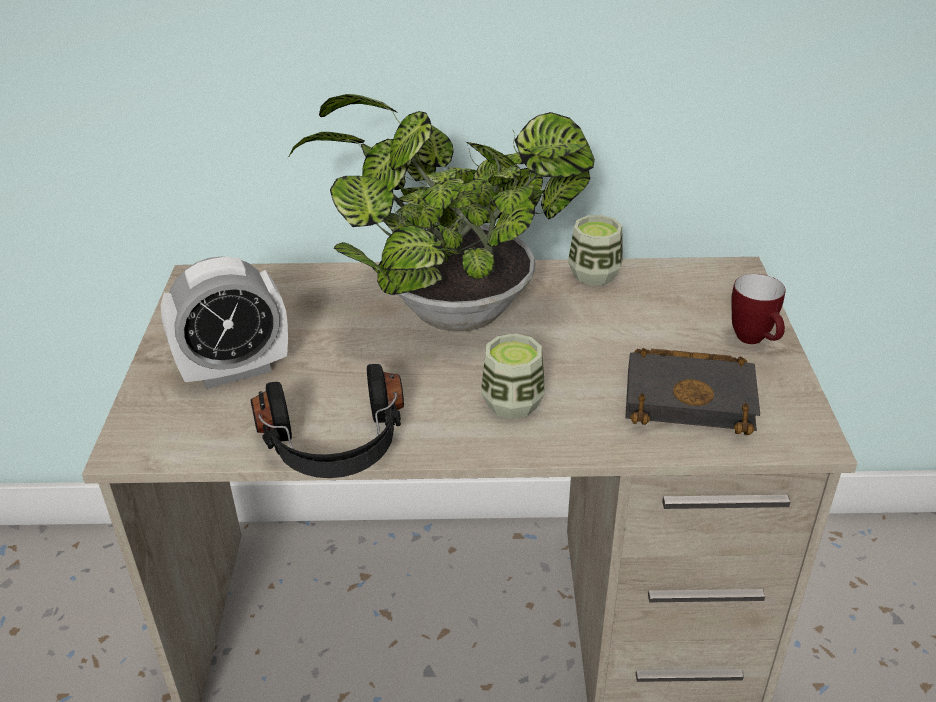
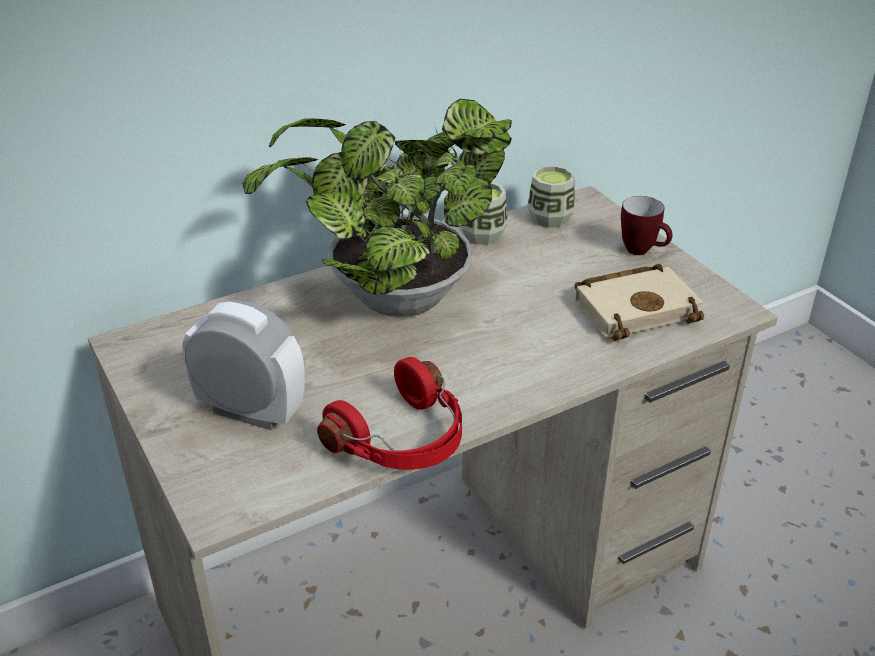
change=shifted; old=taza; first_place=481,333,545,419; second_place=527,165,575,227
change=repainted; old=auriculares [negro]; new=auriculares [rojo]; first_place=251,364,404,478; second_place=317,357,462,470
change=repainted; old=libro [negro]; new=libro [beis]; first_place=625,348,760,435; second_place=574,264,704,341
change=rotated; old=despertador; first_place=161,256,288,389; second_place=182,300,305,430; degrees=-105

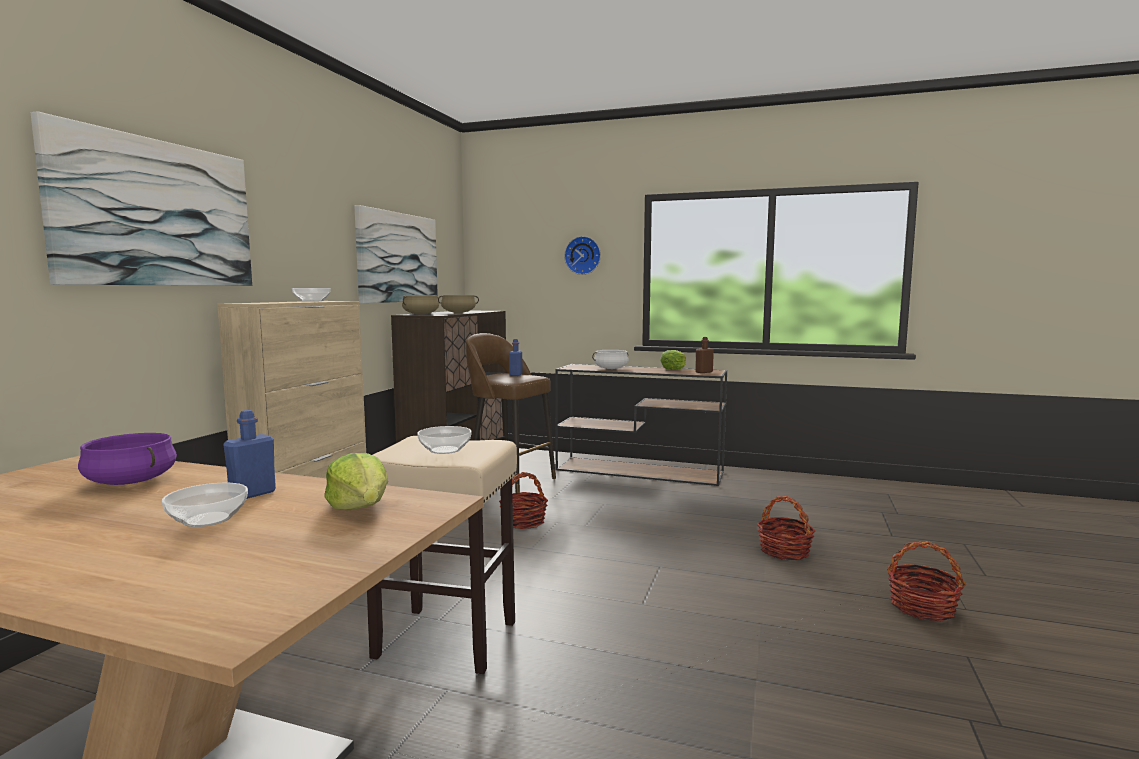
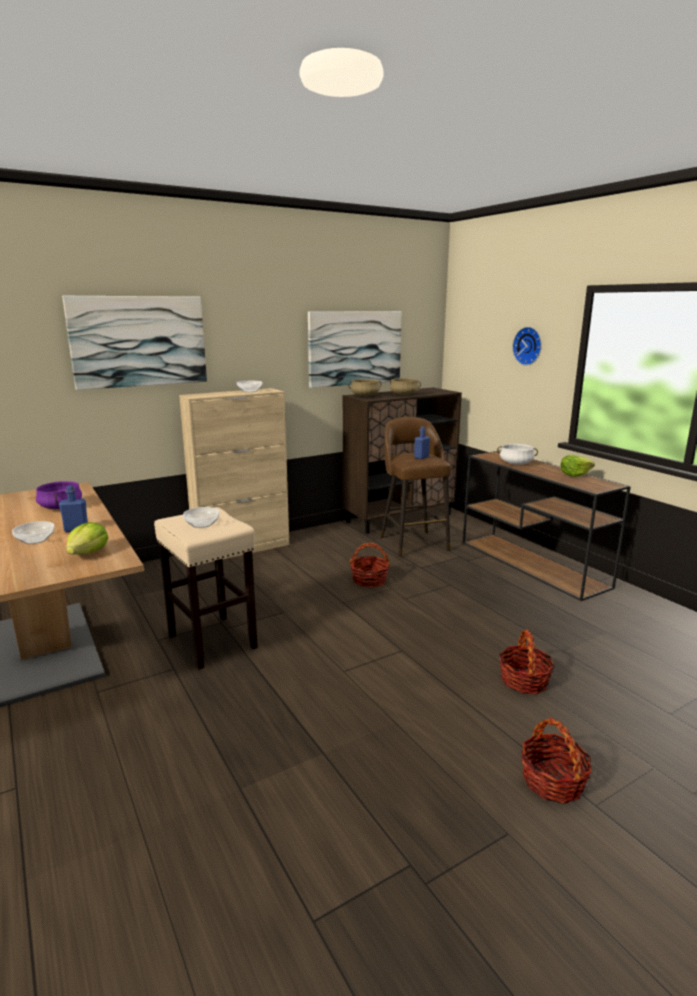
change=gone; old=botella [marrón]; first_place=695,337,714,373

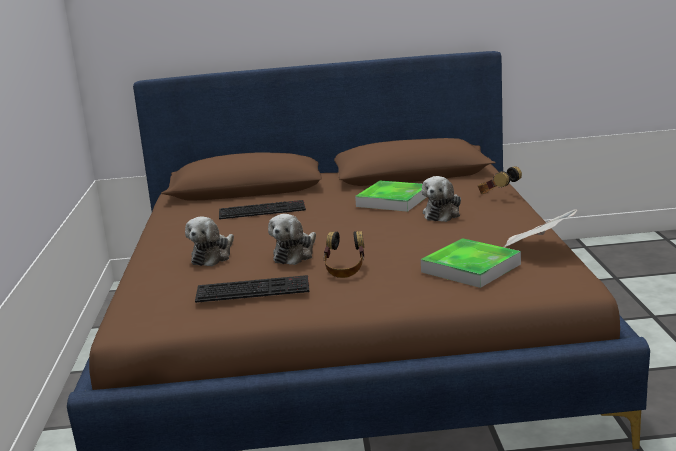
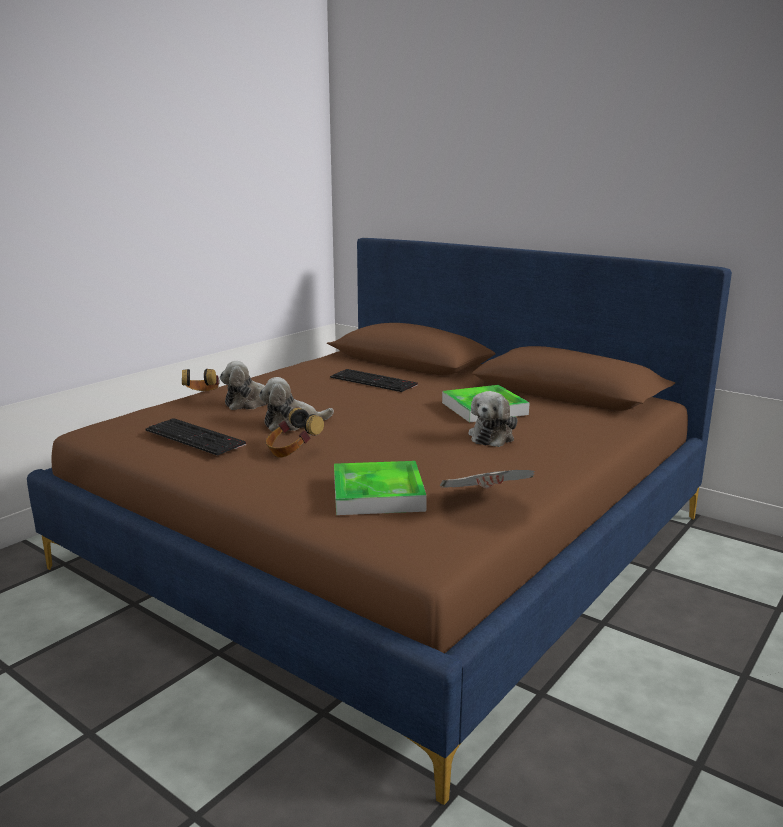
change=shifted; old=auriculares; first_place=478,166,522,194; second_place=182,369,220,391
change=rotated; old=peluche; first_place=422,176,461,222; second_place=468,391,518,447; degrees=-45

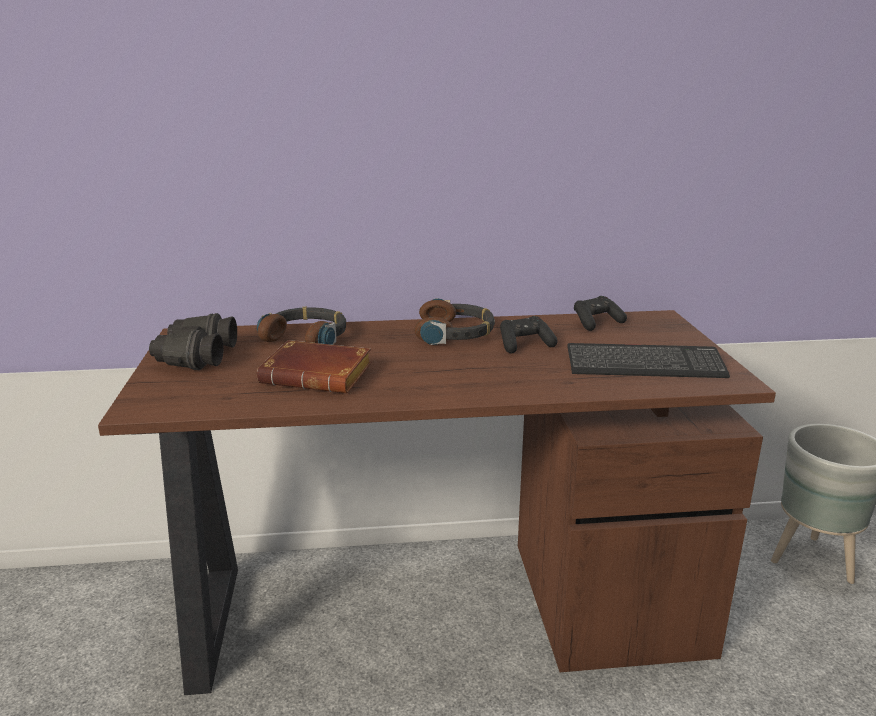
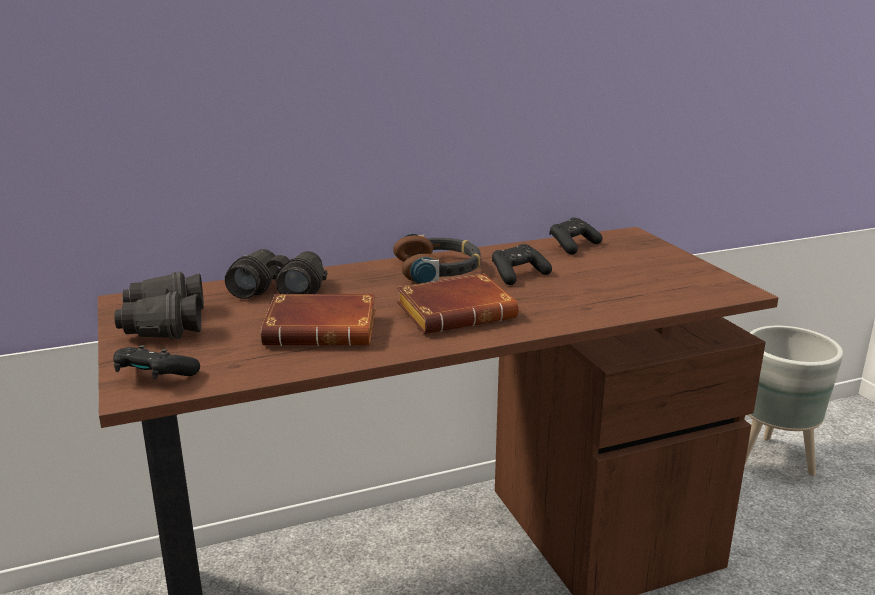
change=gone; old=teclado; first_place=567,343,730,378
change=new; new=mando de consola [negro]; second_place=113,345,200,379
change=new; new=libro [marrón]; second_place=397,274,518,334
change=swapped; old=auriculares; new=prismáticos [negro]; first_place=257,307,346,345; second_place=225,249,327,299

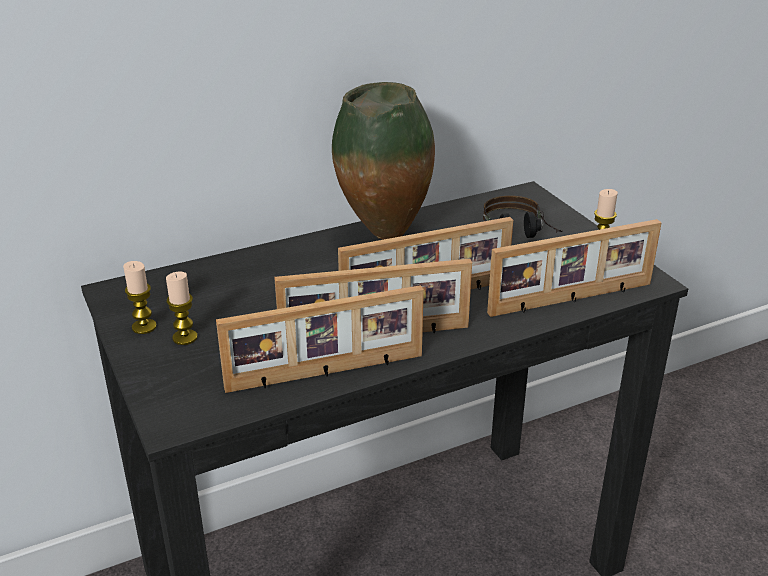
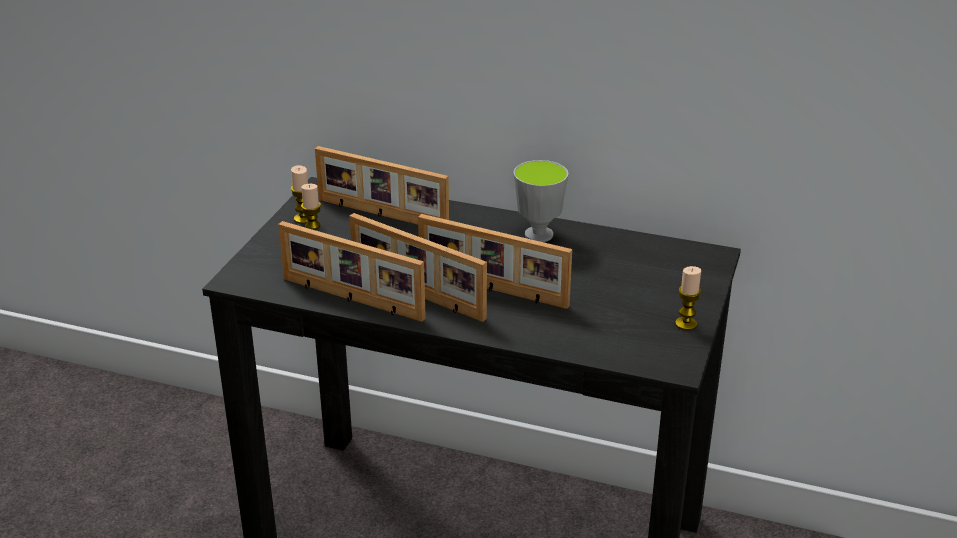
change=gone; old=auriculares; first_place=483,196,563,238
change=shifted; old=portarretratos; first_place=487,219,661,317; second_place=315,146,449,225
change=swapped; old=florero; new=taza; first_place=332,82,435,240; second_place=514,160,568,242

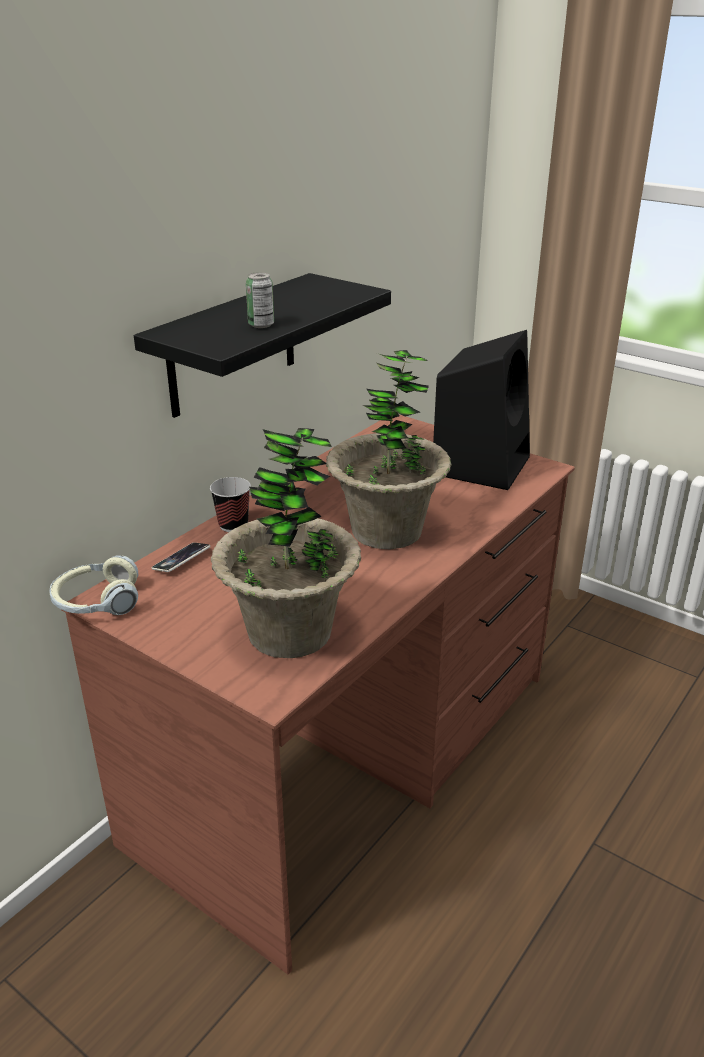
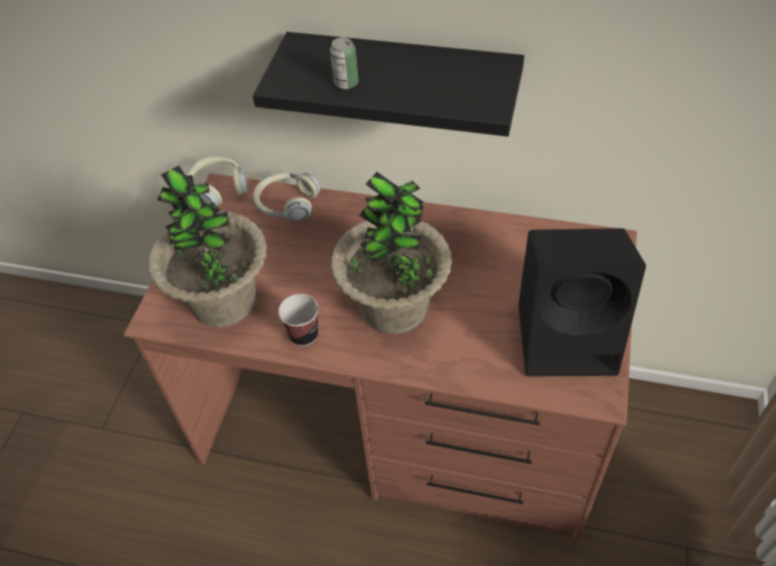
change=shifted; old=taza; first_place=210,477,251,532; second_place=278,294,318,346
change=swapped; old=móvil; new=auriculares; first_place=152,542,211,572; second_place=253,173,320,222

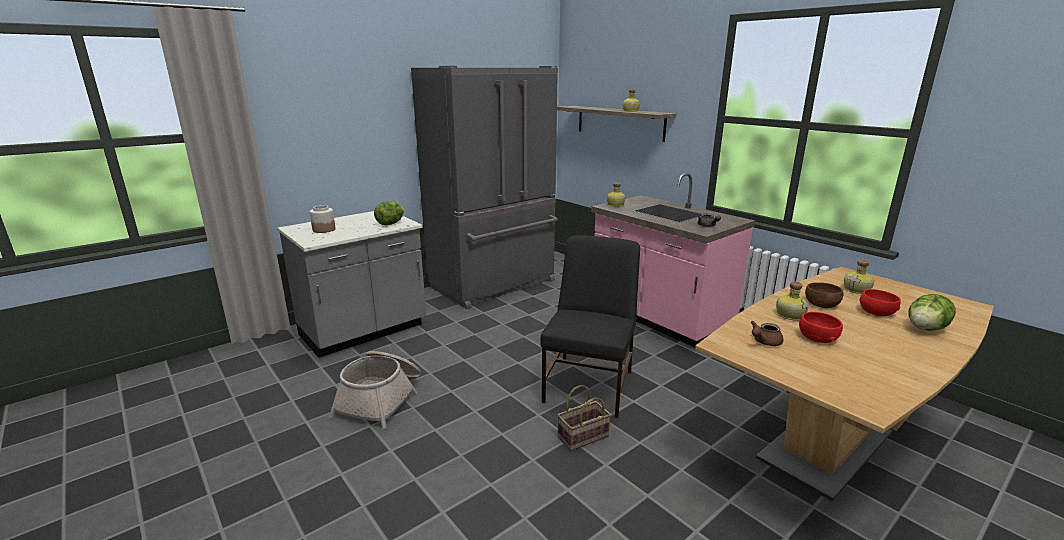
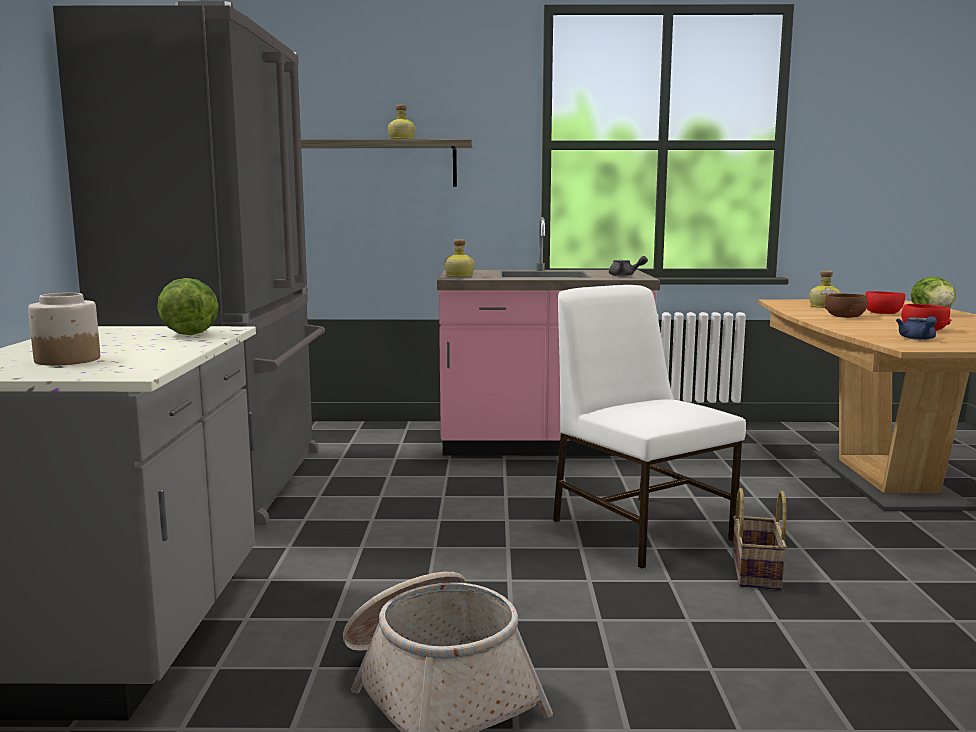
change=gone; old=botella; first_place=776,282,809,320
change=repainted; old=silla [negro]; new=silla [blanco]; first_place=540,235,640,418; second_place=553,285,746,569
change=repainted; old=tetera [marrón]; new=tetera [azul]; first_place=751,321,783,346; second_place=896,316,937,340

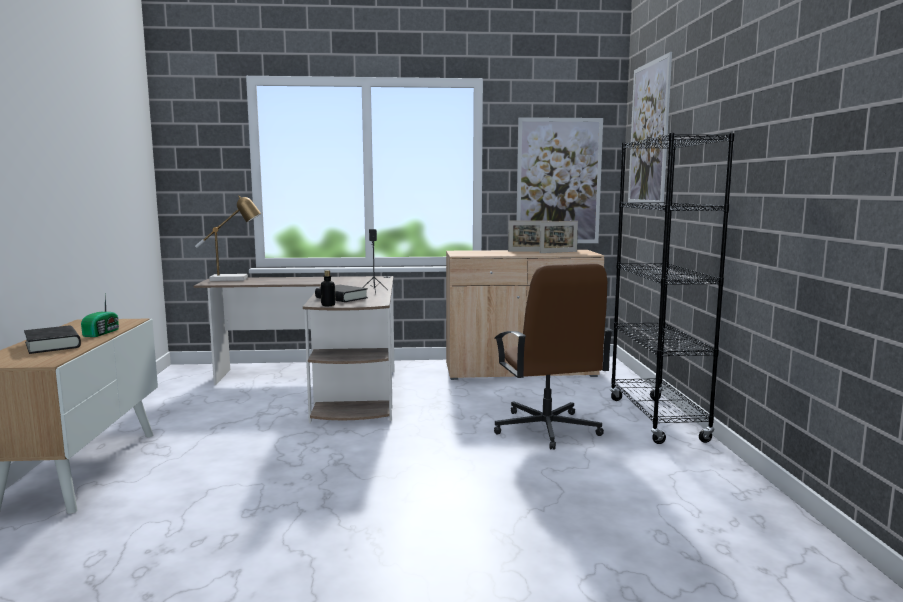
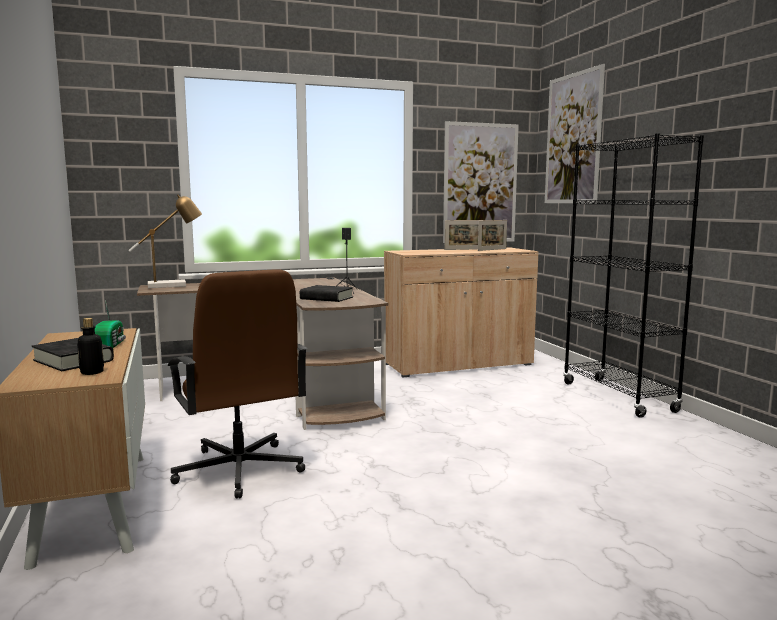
change=shifted; old=botella; first_place=320,270,336,306; second_place=77,318,104,375
change=shifted; old=silla de oficina [marrón]; first_place=494,263,613,450; second_place=168,270,308,498

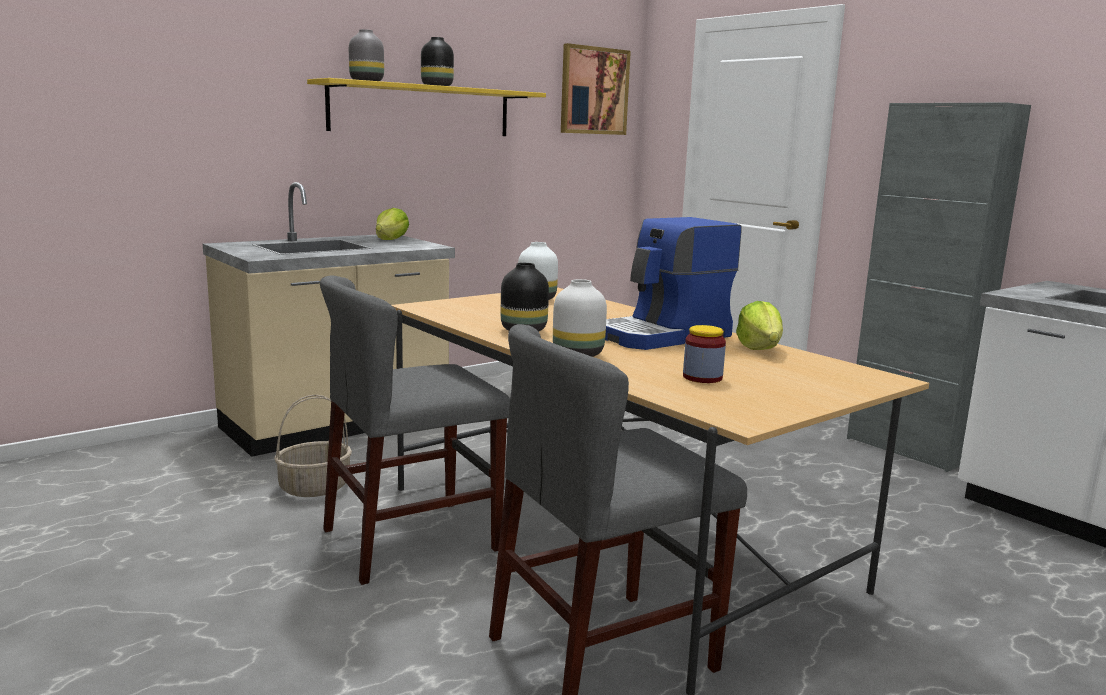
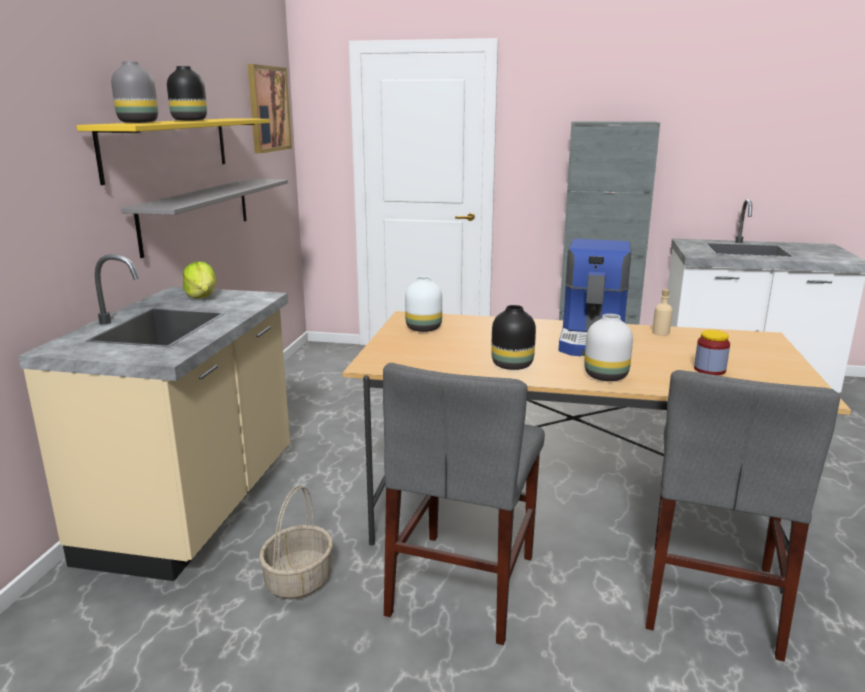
change=new; new=estante [gris]; second_place=121,179,288,258
change=swapped; old=lechuga; new=botella [beis]; first_place=736,301,783,350; second_place=652,289,673,336

